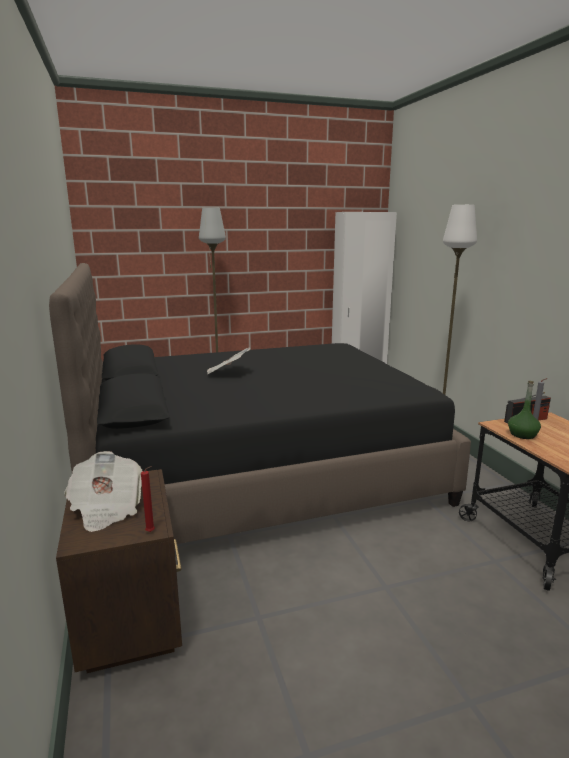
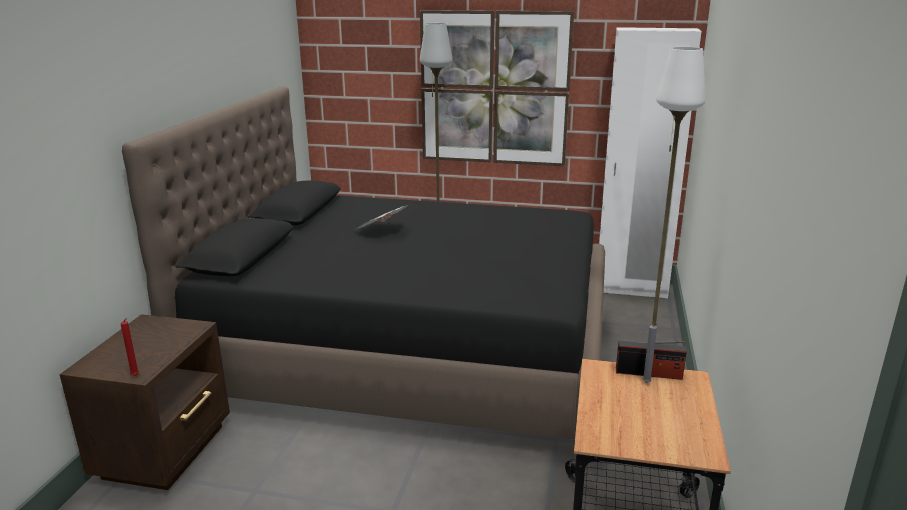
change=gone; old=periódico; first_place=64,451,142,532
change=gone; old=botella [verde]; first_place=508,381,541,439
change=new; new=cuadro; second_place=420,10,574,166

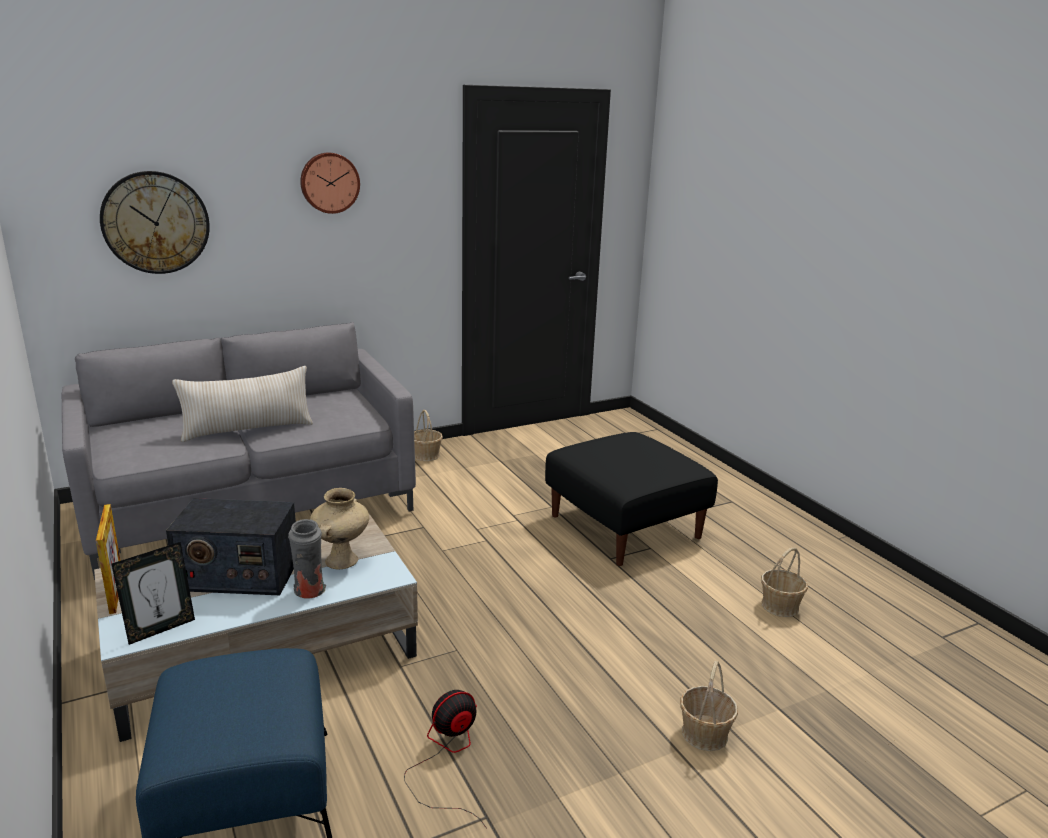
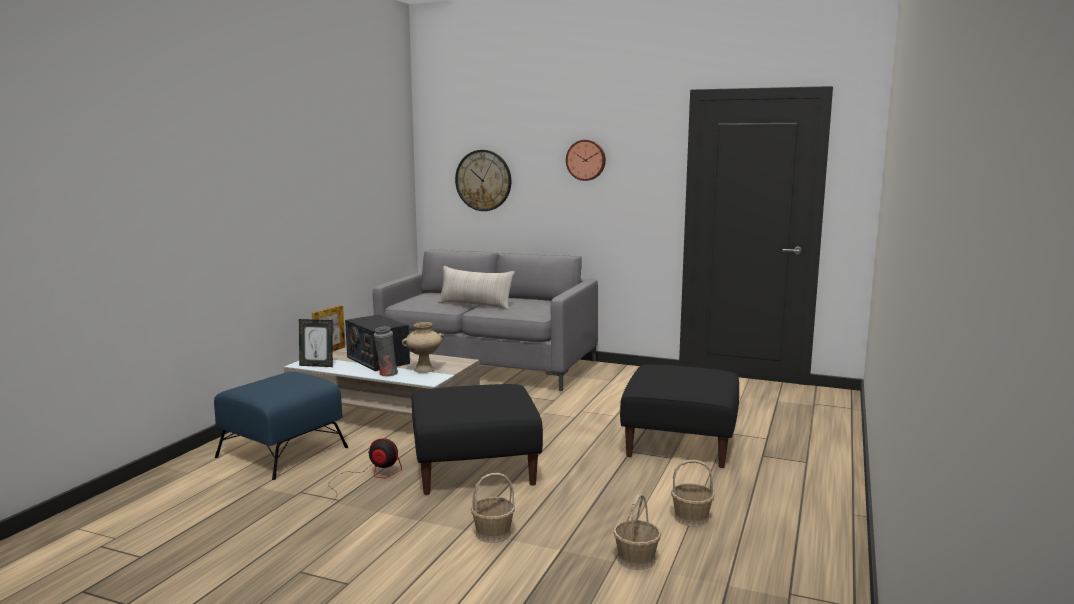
change=new; new=puf [negro]; second_place=412,384,543,495
change=shifted; old=cesta; first_place=414,410,443,461; second_place=613,494,661,570

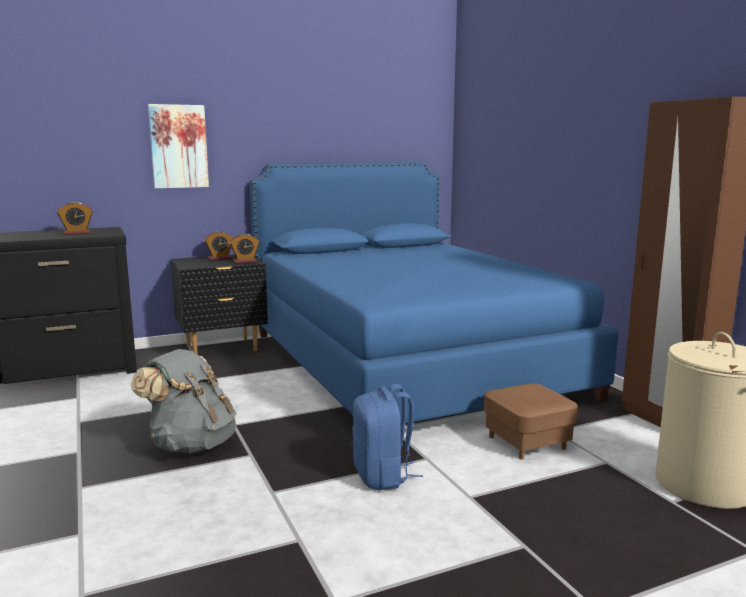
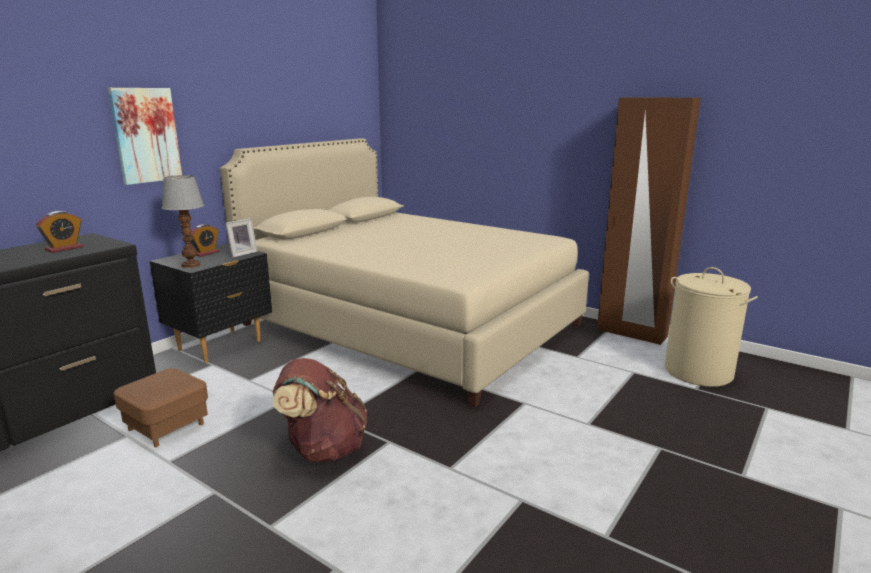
change=gone; old=mochila [azul]; first_place=352,384,423,490
change=new; new=lámpara de mesa; second_place=162,175,204,268
change=shifted; old=puf [marrón]; first_place=484,383,578,460; second_place=114,368,208,447
change=swapped; old=despertador; new=portarretratos; first_place=229,233,259,263; second_place=226,218,258,258
change=repainted; old=mochila [gris]; new=mochila [marrón]; first_place=131,349,236,454; second_place=273,358,367,462
change=repainted; old=cama [azul]; new=cama [beis]; first_place=249,162,618,424; second_place=220,138,589,407

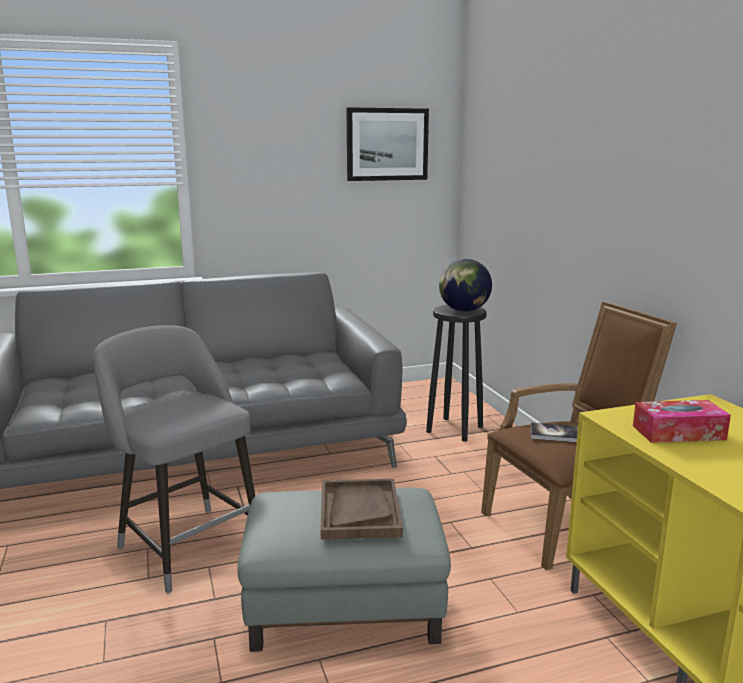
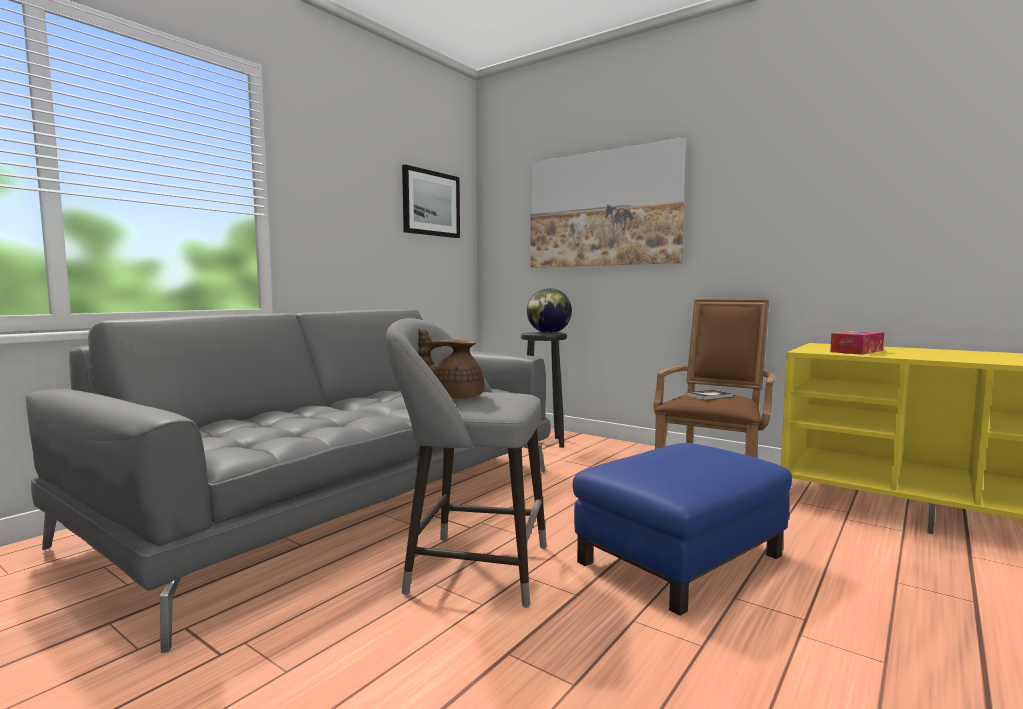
change=gone; old=bandeja [marrón]; first_place=321,479,403,540
change=new; new=tetera [marrón]; second_place=418,328,484,399
change=new; new=cuadro; second_place=530,138,686,268
change=repainted; old=puf [gris]; new=puf [azul]; first_place=237,488,451,652; second_place=573,443,792,616

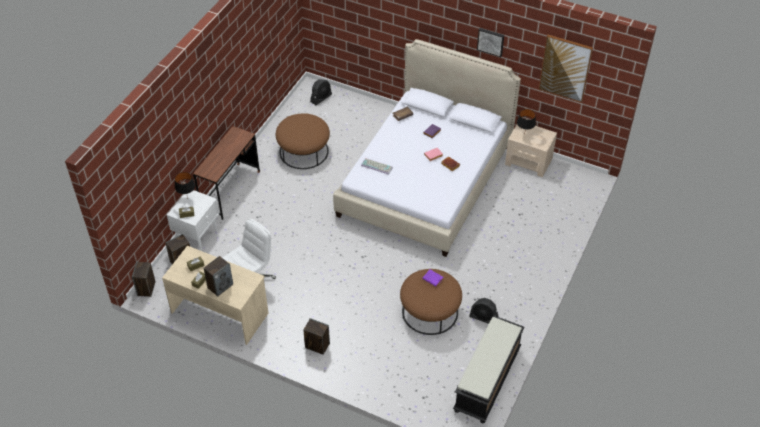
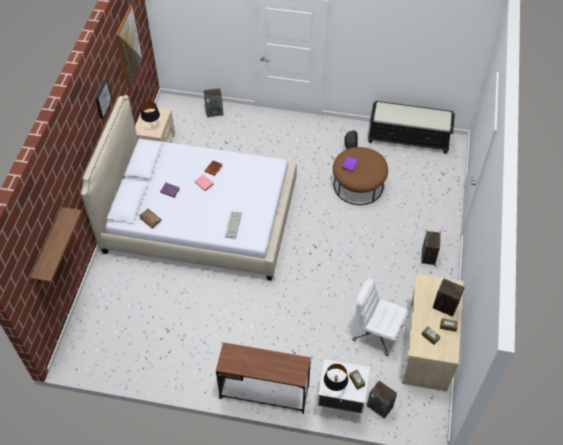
change=gone; old=puf [marrón]; first_place=276,114,330,169
change=gone; old=ventilador [negro]; first_place=310,79,332,105
change=new; new=estante; second_place=30,207,82,282
change=shifted; old=altavoz; first_place=132,261,156,297; second_place=204,88,223,117

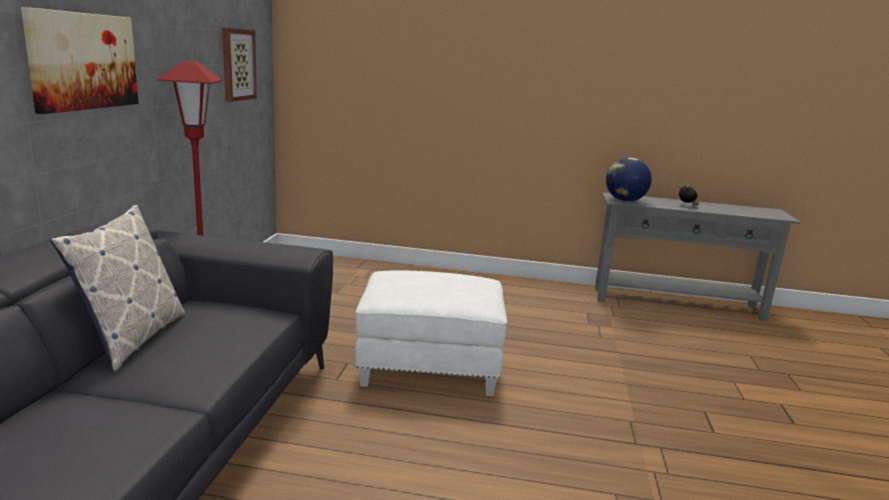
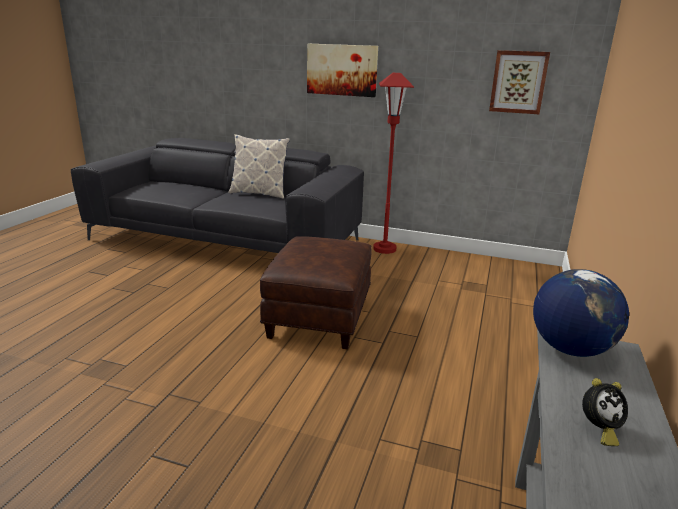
change=repainted; old=puf [blanco]; new=puf [marrón]; first_place=354,270,507,396; second_place=260,236,372,349

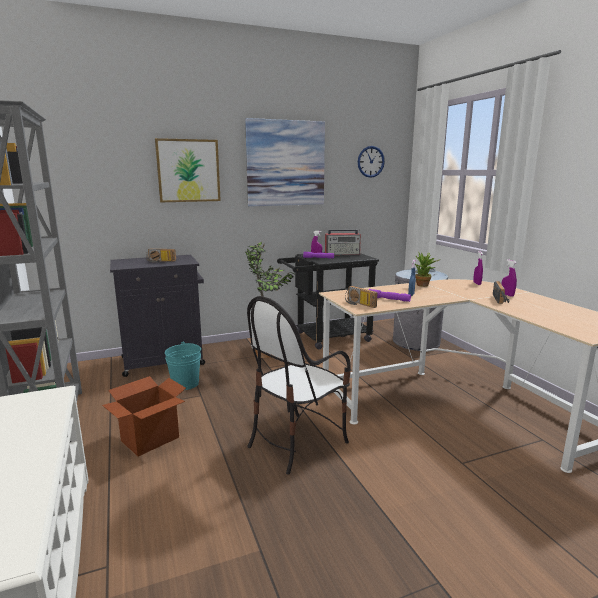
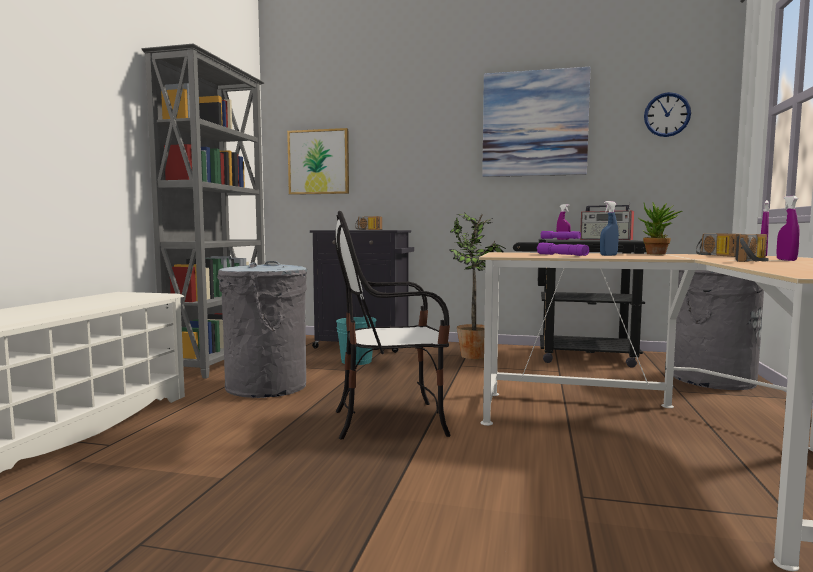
change=shifted; old=cuadro; first_place=155,138,221,202; second_place=287,128,349,195
change=shifted; old=radio; first_place=345,286,377,308; second_place=696,233,739,257
change=swapped; old=caja de cartón; new=papelera [gris]; first_place=102,376,186,456; second_place=217,261,307,398

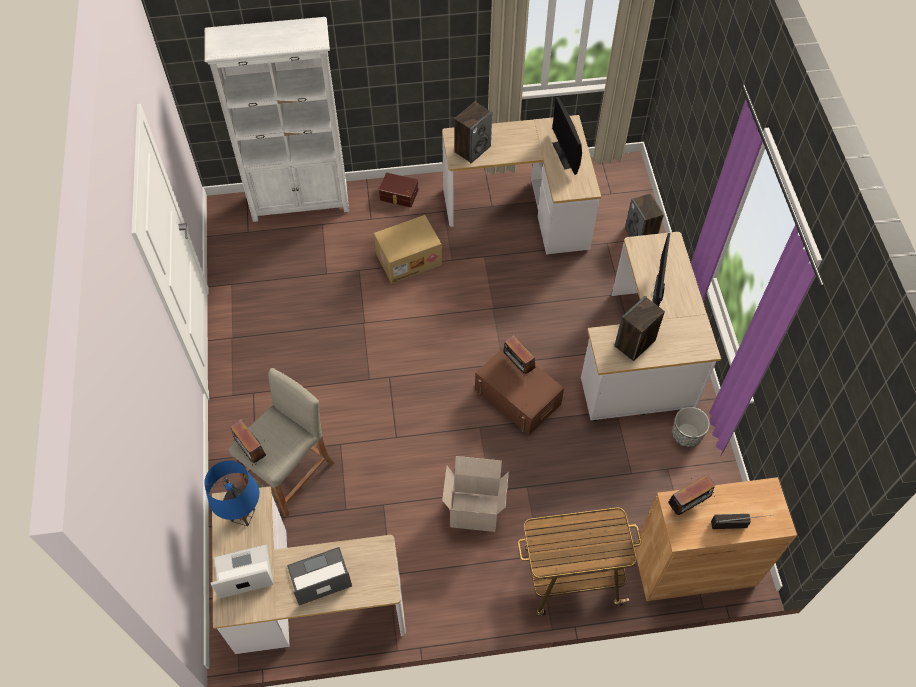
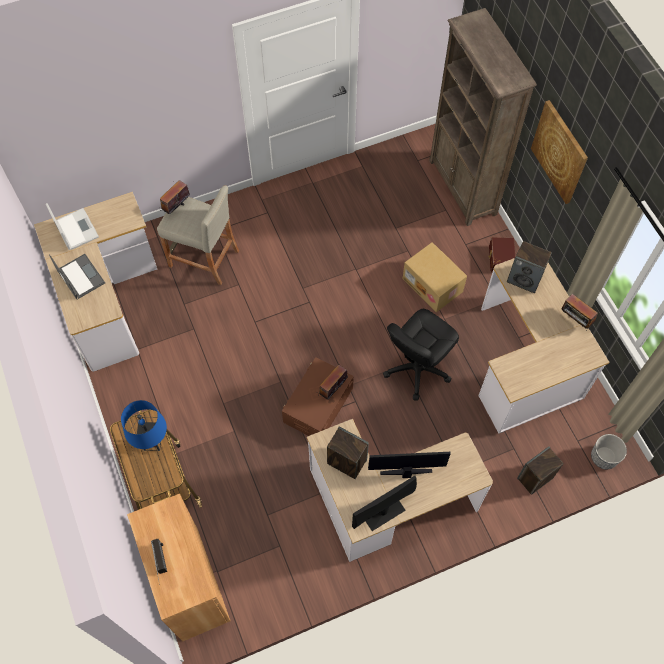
change=gone; old=caja de cartón; first_place=442,456,509,532
change=new; new=silla de oficina [negro]; second_place=383,309,459,401
change=new; new=cuadro; second_place=531,100,588,204
change=shifted; old=lámpara de mesa [azul]; first_place=204,460,259,526; second_place=121,400,167,451
change=shifted; old=monitor; first_place=552,97,582,175; second_place=352,476,417,531
change=shifted; old=radio; first_place=668,475,715,515; second_place=561,294,598,331
change=shifted; old=maceta; first_place=672,407,710,447; second_place=591,434,627,470
change=repainted; old=estantería [blanco]; new=estantería [marrón]; first_place=204,17,349,222; second_place=429,8,537,226

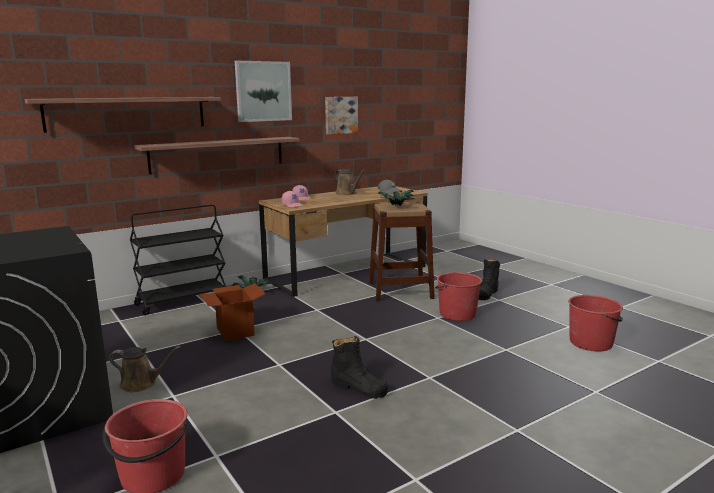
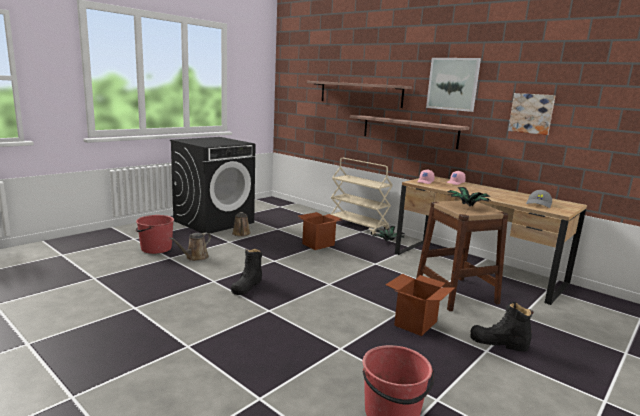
change=shifted; old=regadera [marrón]; first_place=335,169,365,195; second_place=169,233,211,261
change=swapped; old=cubo [rojo]; new=caja de cartón; first_place=435,272,482,321; second_place=386,274,455,336
change=repainted; old=carrito [negro]; new=carrito [beis]; first_place=130,204,226,315; second_place=331,158,393,236

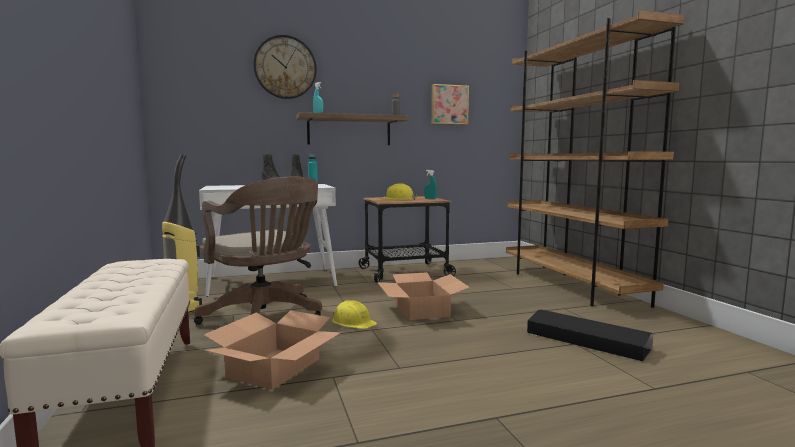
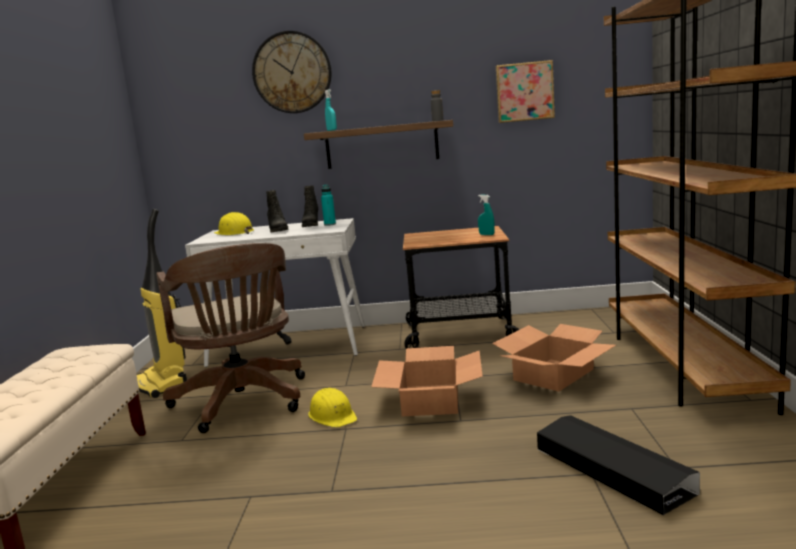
change=shifted; old=caja de cartón; first_place=204,310,341,390; second_place=492,324,616,392
change=shifted; old=casco [amarillo]; first_place=381,183,417,200; second_place=214,212,254,235

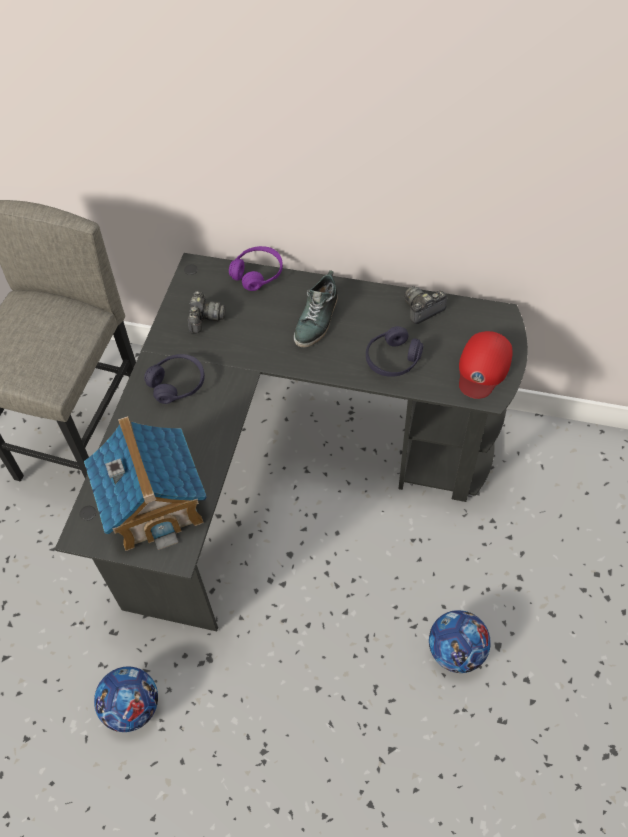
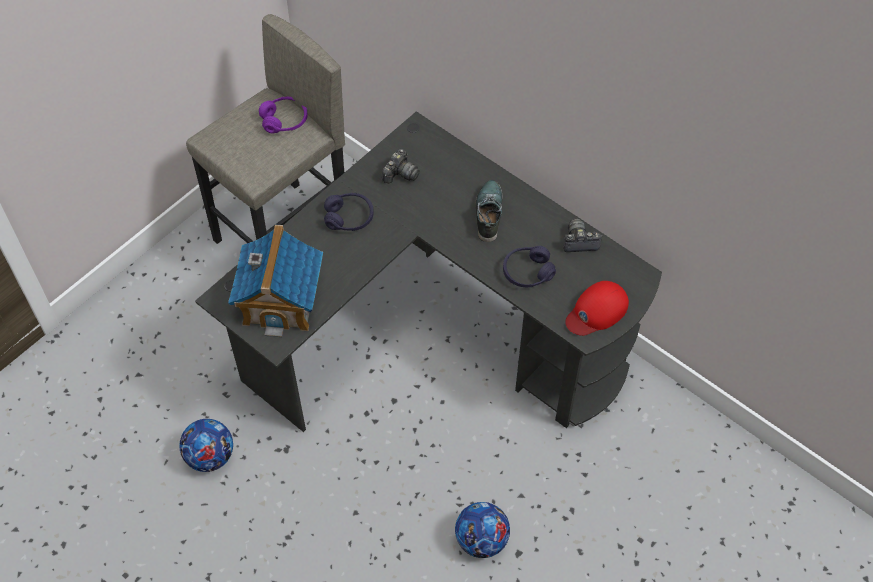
change=shifted; old=auriculares [morado]; first_place=229,246,283,291; second_place=259,97,308,133
change=rotated; old=zapato; first_place=294,270,338,348; second_place=476,180,502,242; degrees=135

